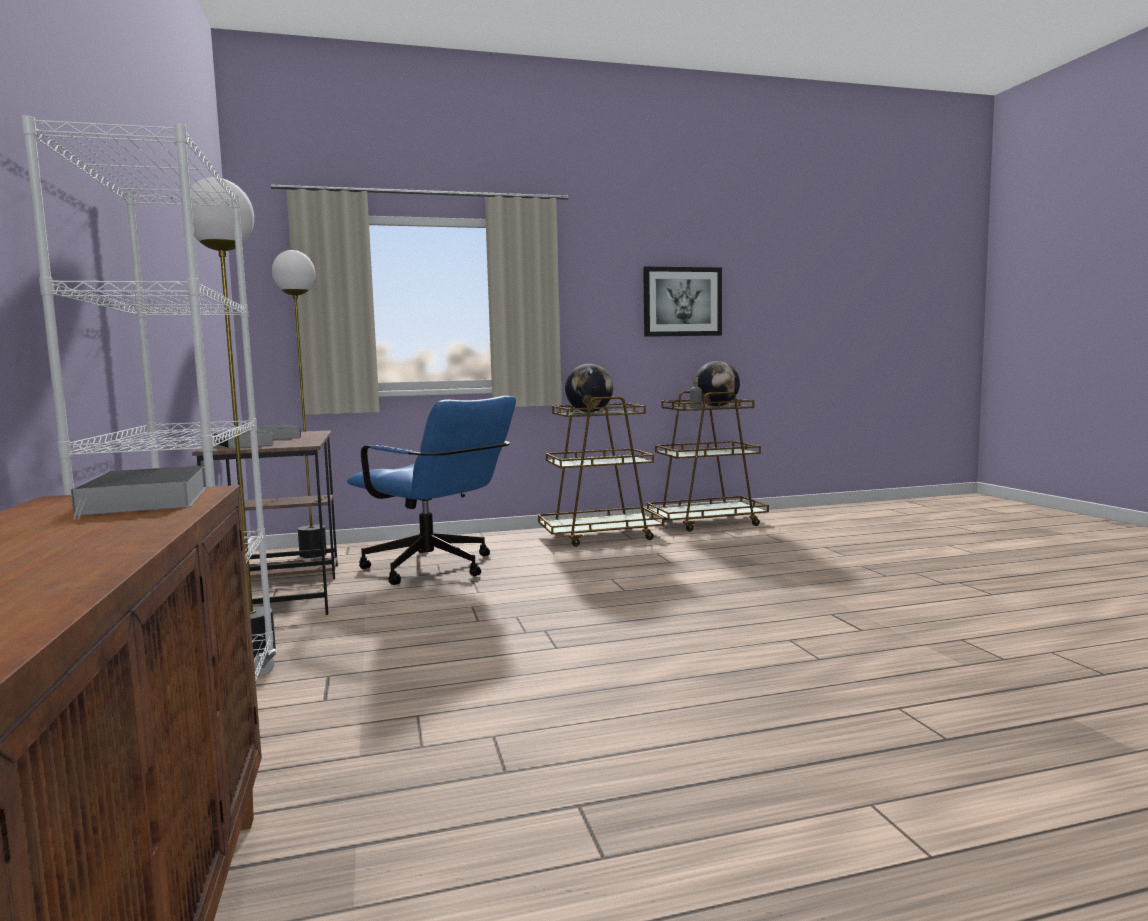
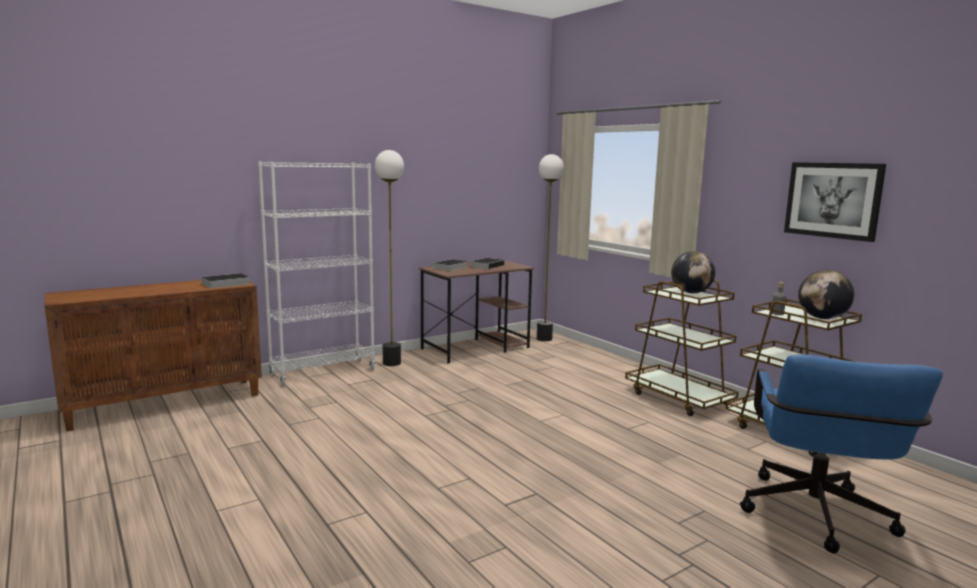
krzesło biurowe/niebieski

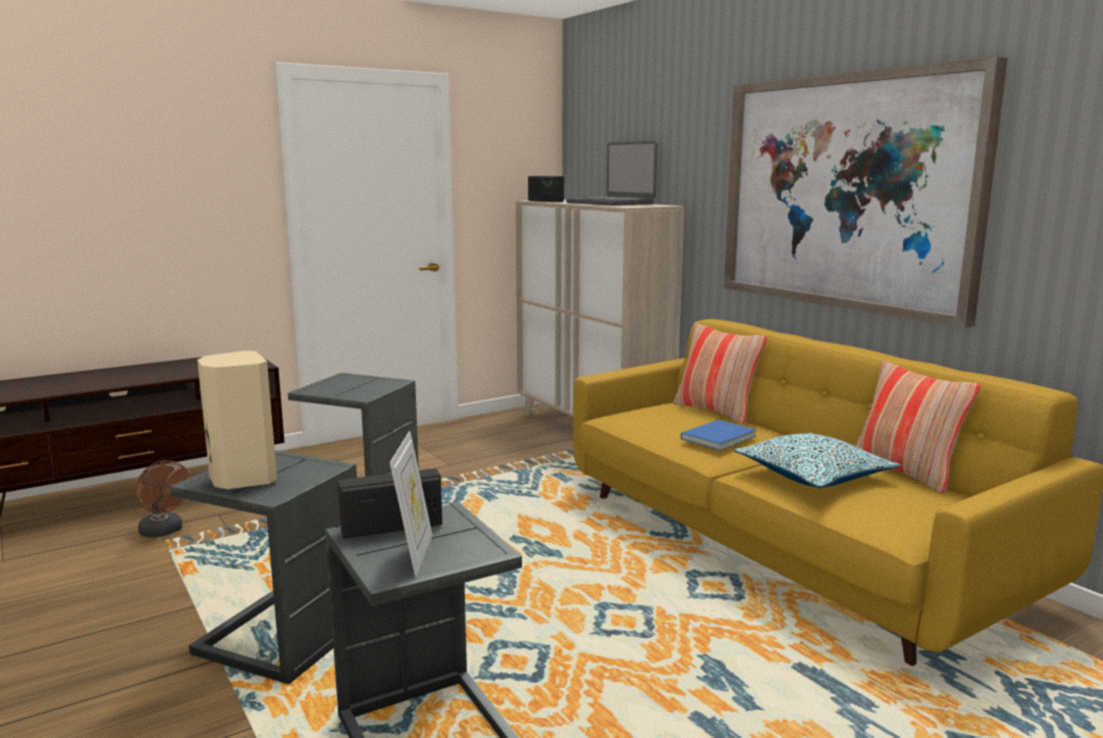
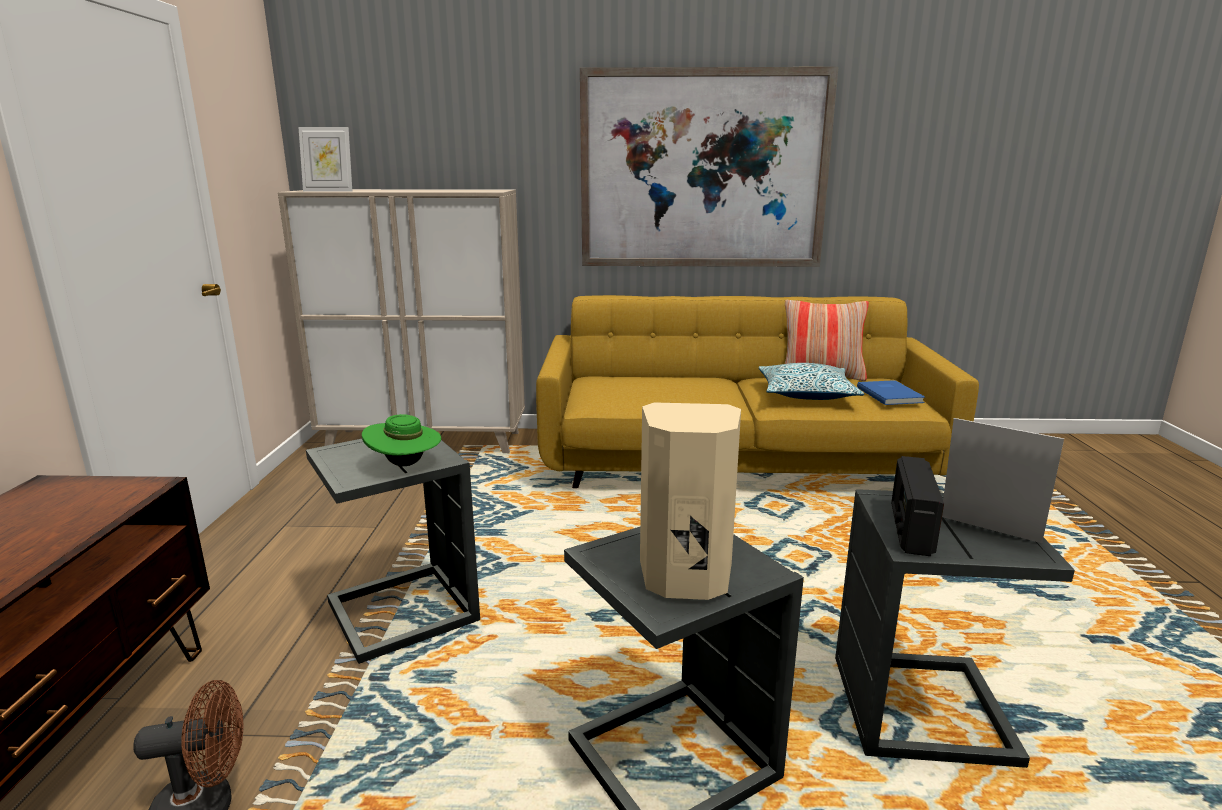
laptop
ramka na zdjęcie (1st from left)
poduszka (1st from left in the first image)
książka/niebieski
kapelusz/zielony

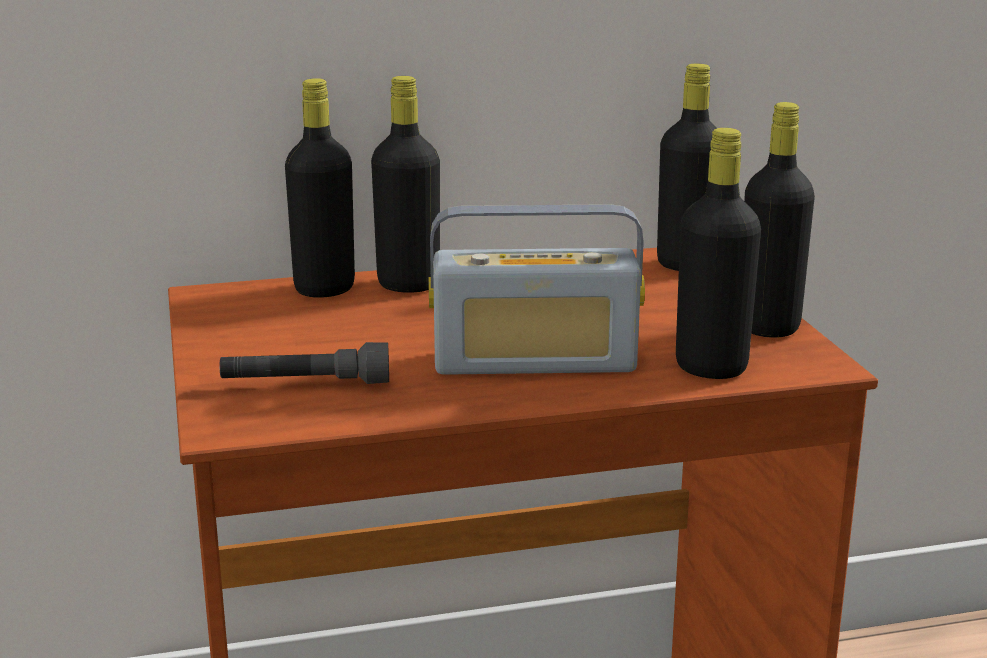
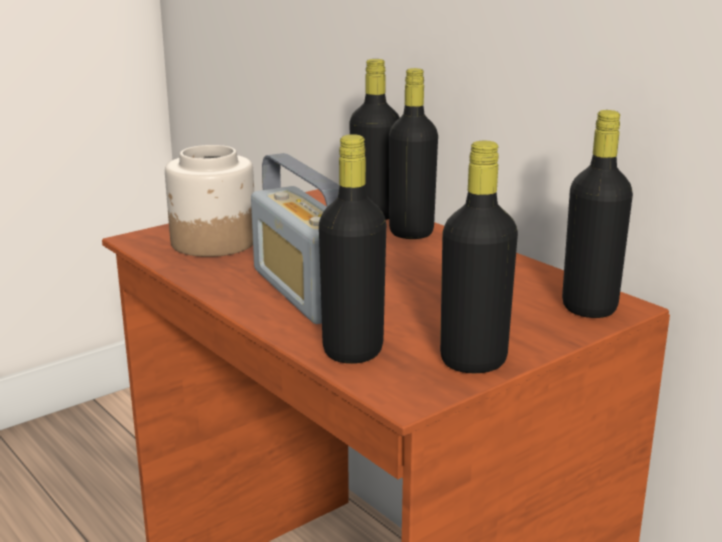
słoik

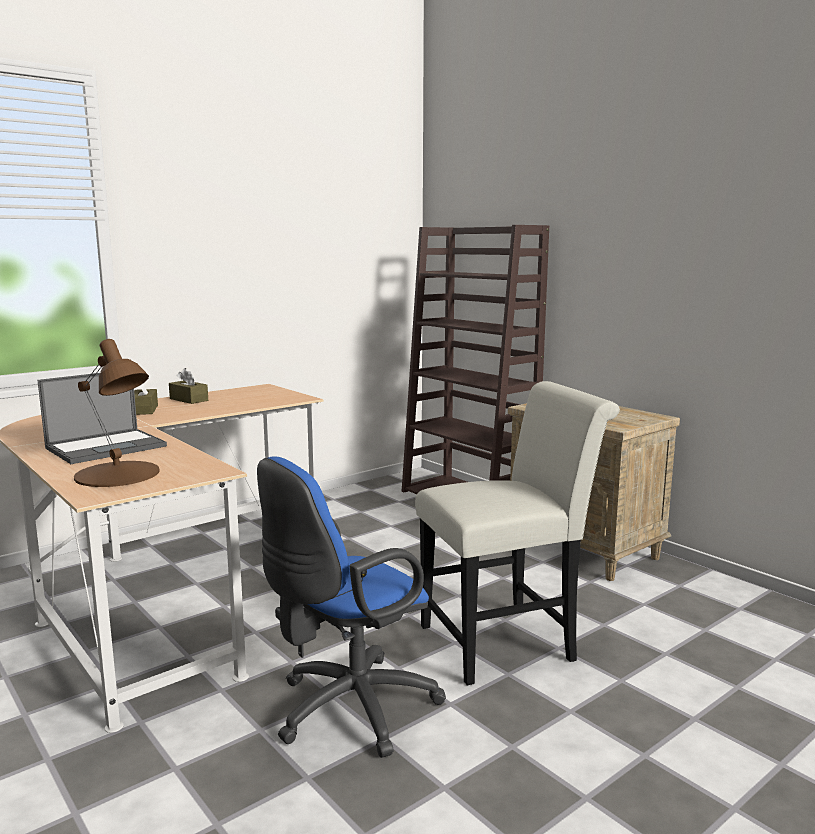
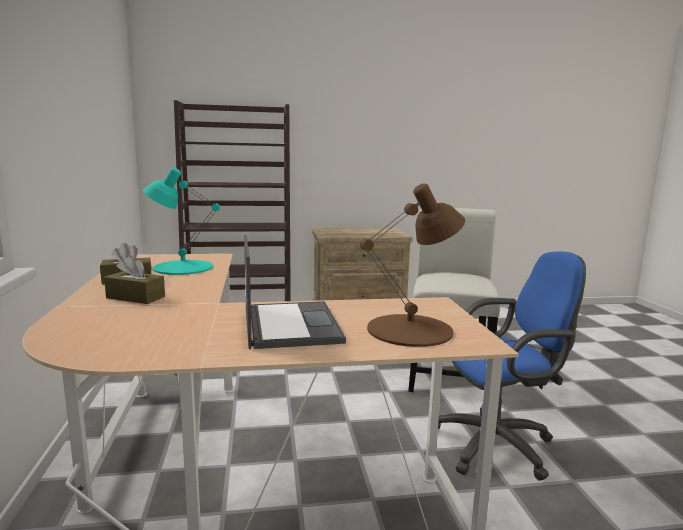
krzesło biurowe/niebieski
lampa stołowa/turkusowy

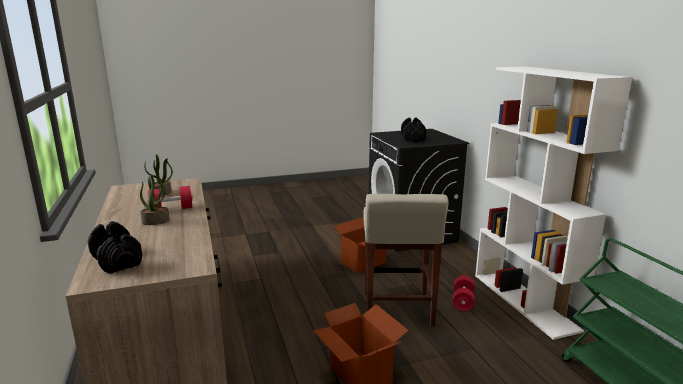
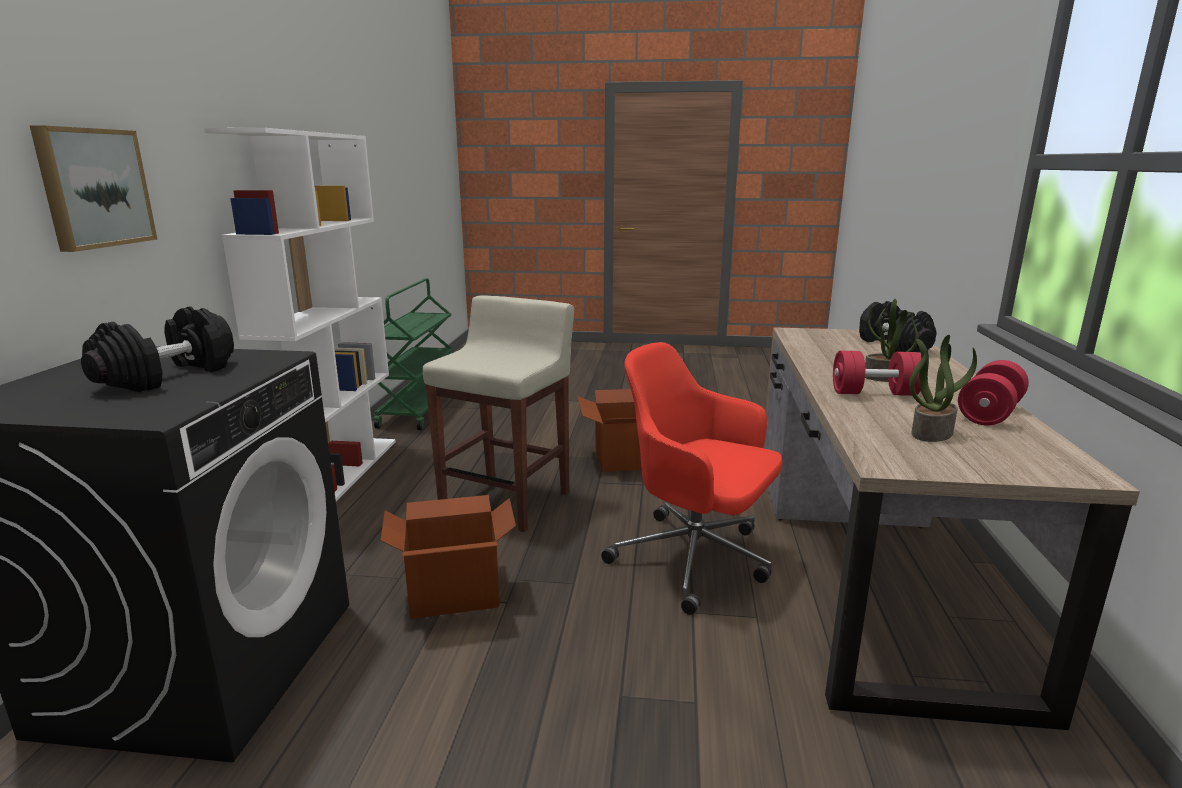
hantel/czerwony (2nd from left)
obraz
krzesło biurowe/czerwony

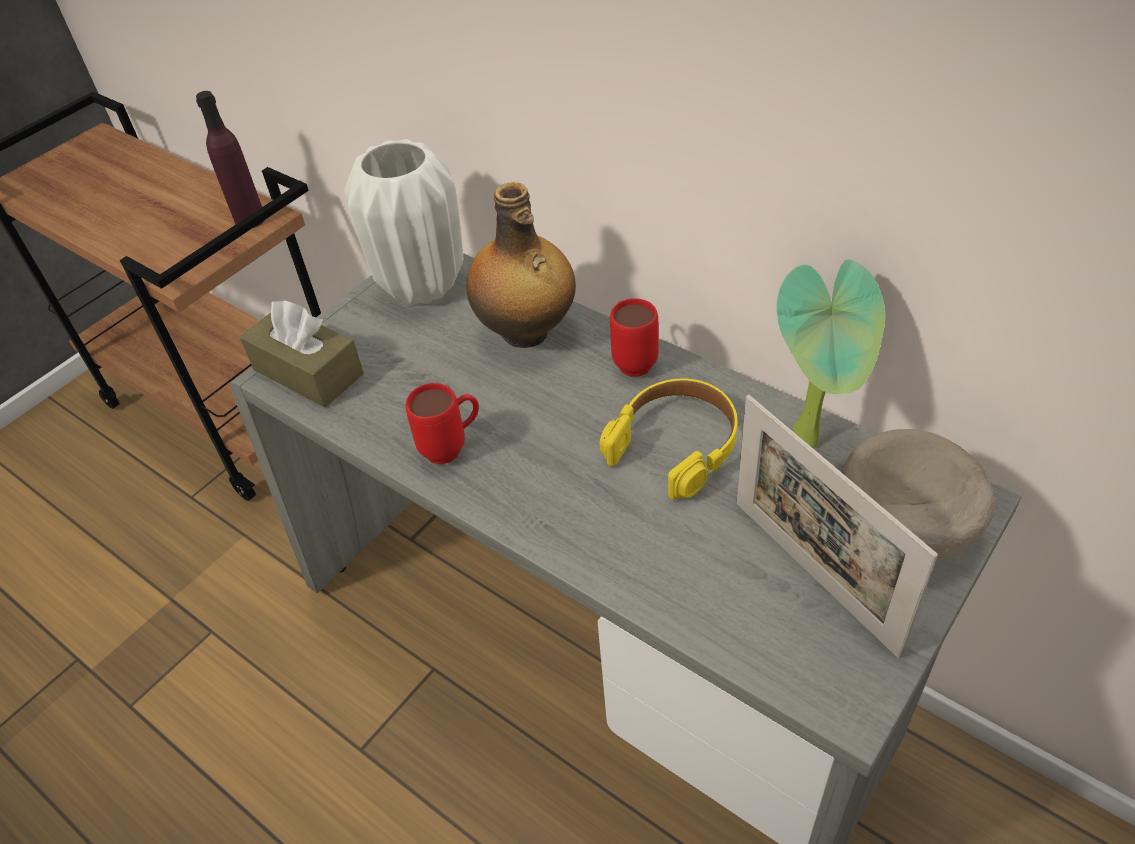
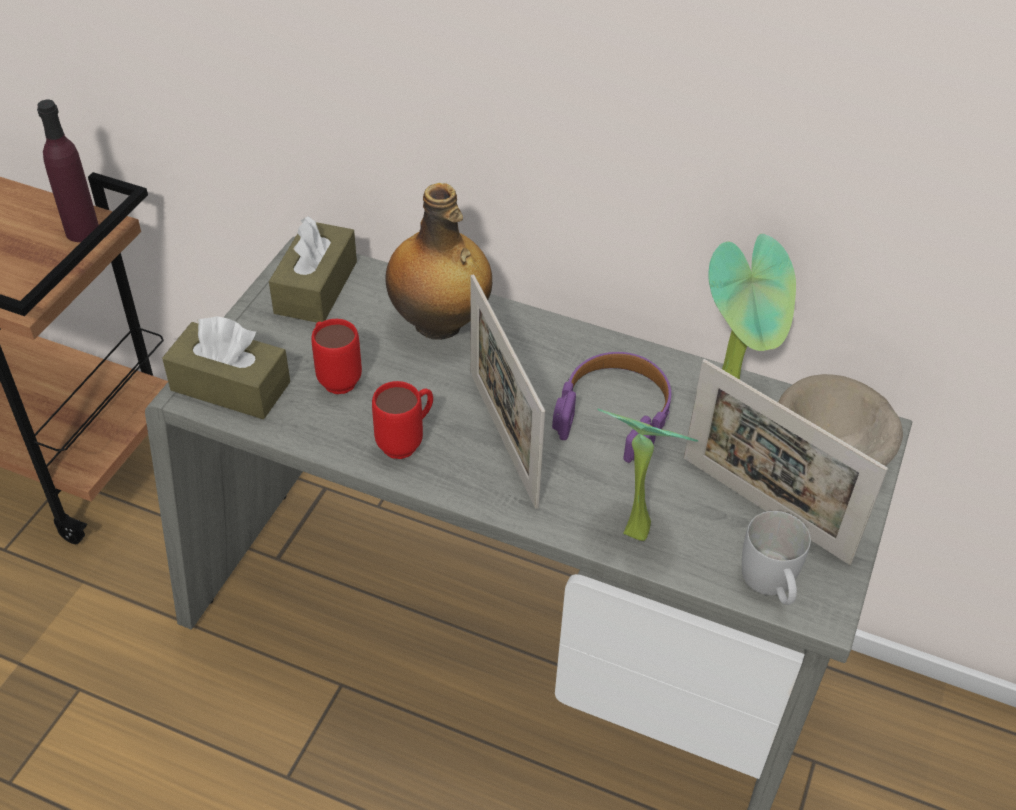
pudełko chusteczek/brązowy (2nd from left)
kubek/czerwony (1st from left)
słuchawki/fioletowy
ramka na zdjęcie (1st from left)
roślina doniczkowa (1st from left)
kubek/biały

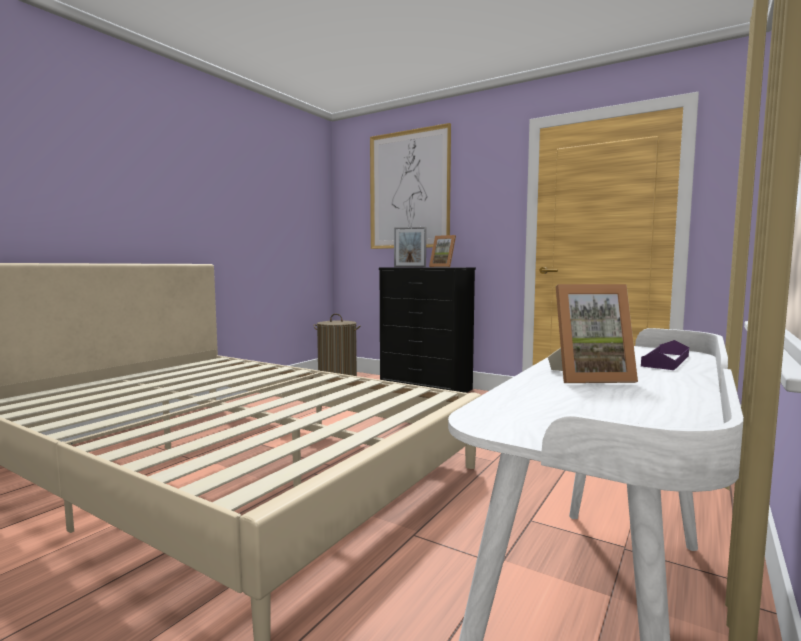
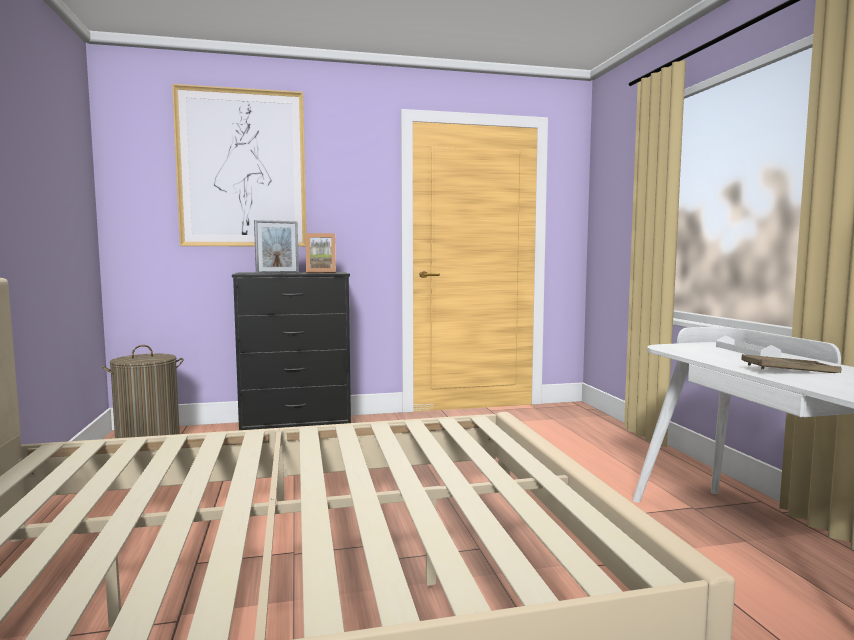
taca/brązowy
taca/biały

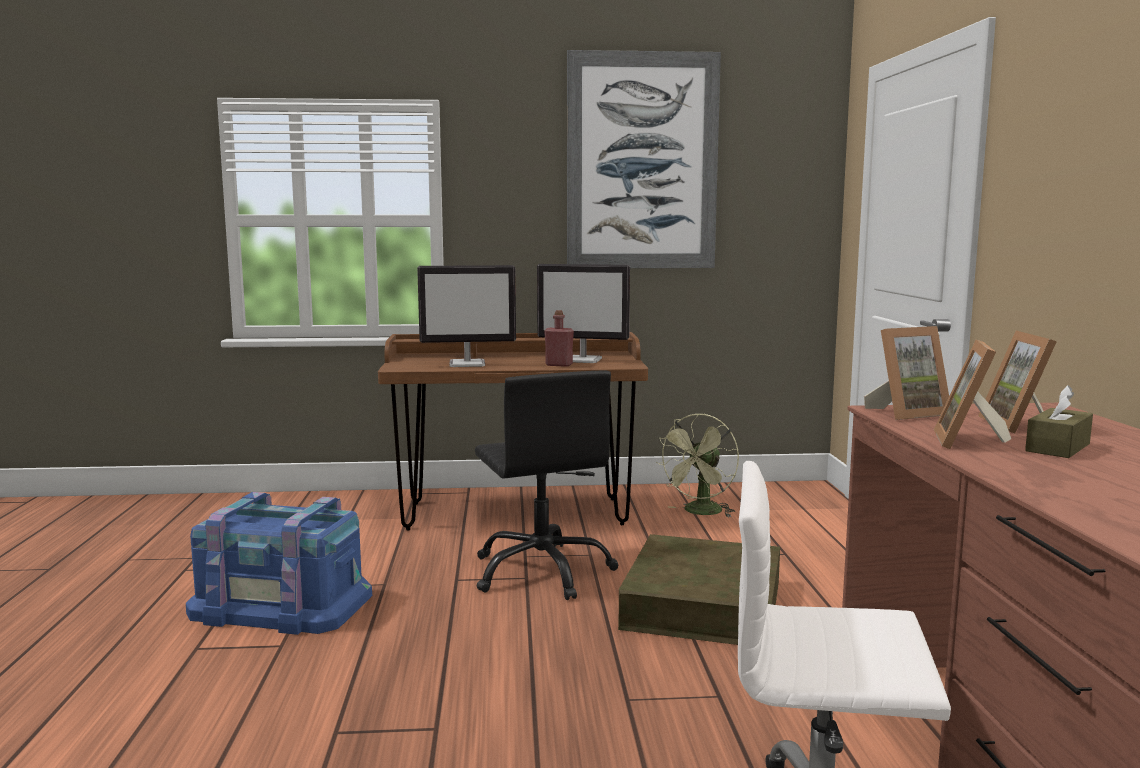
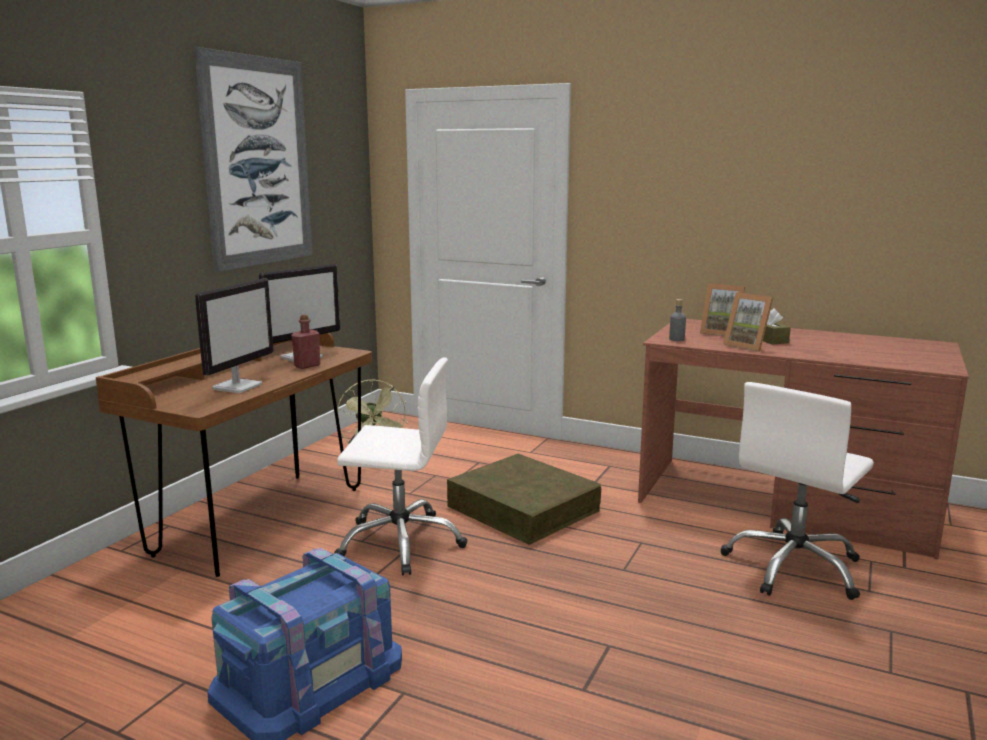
butelka/szary
krzesło biurowe/biały (1st from left)

